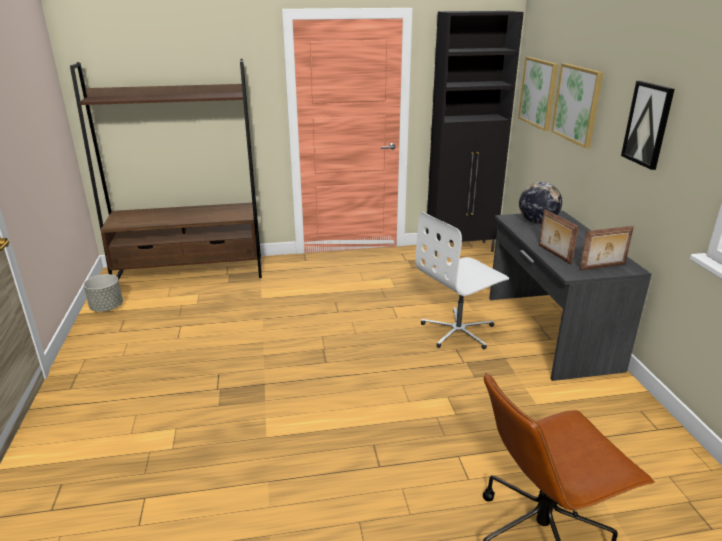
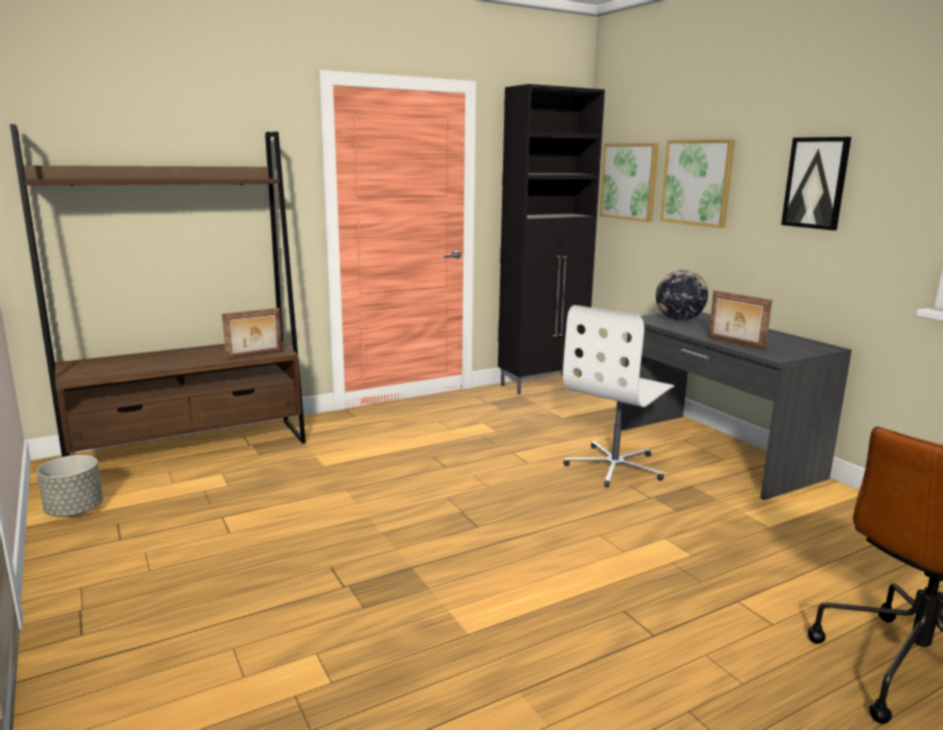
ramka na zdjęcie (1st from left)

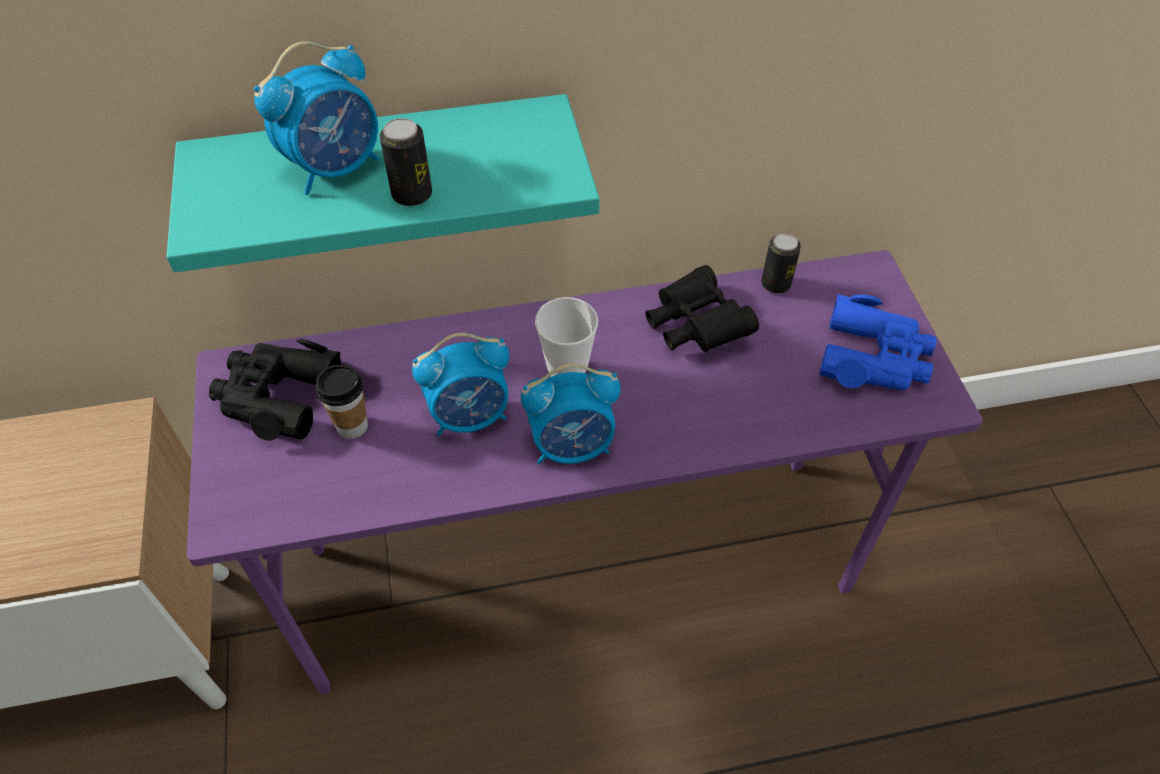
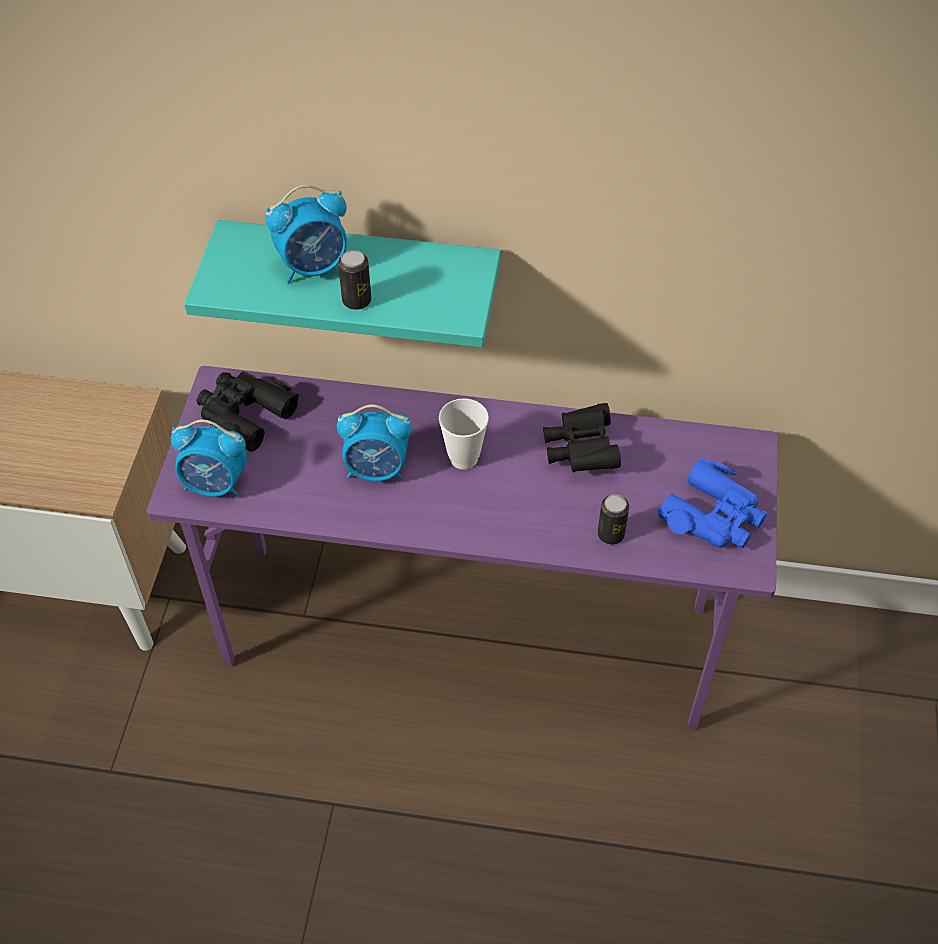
puszka (2nd from left)
budzik (1st from left)
filiżanka (1st from left in the first image)

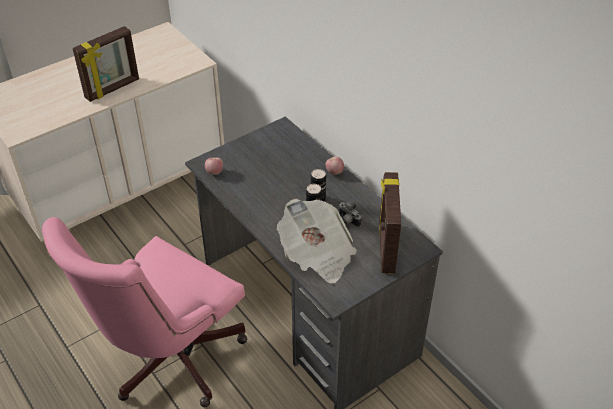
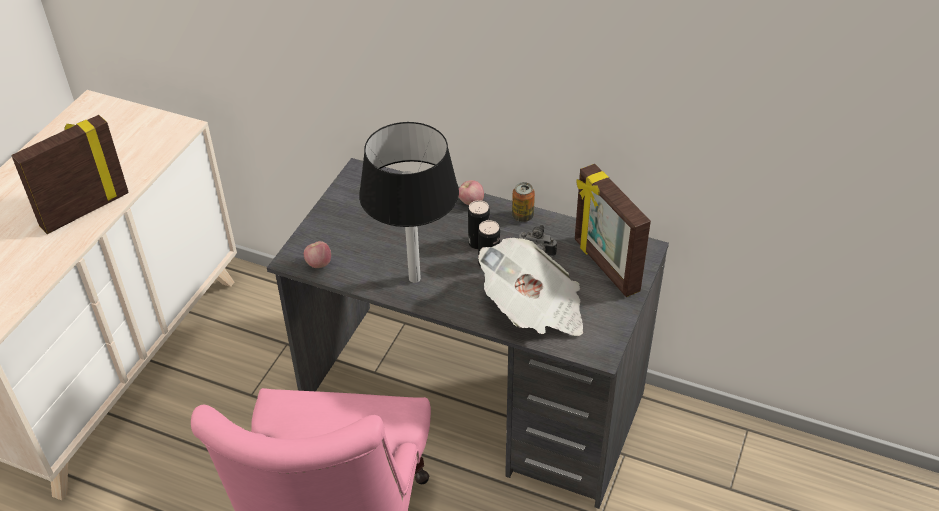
ramka na zdjęcie (1st from left)
lampa stołowa/czarny
puszka (3rd from left)

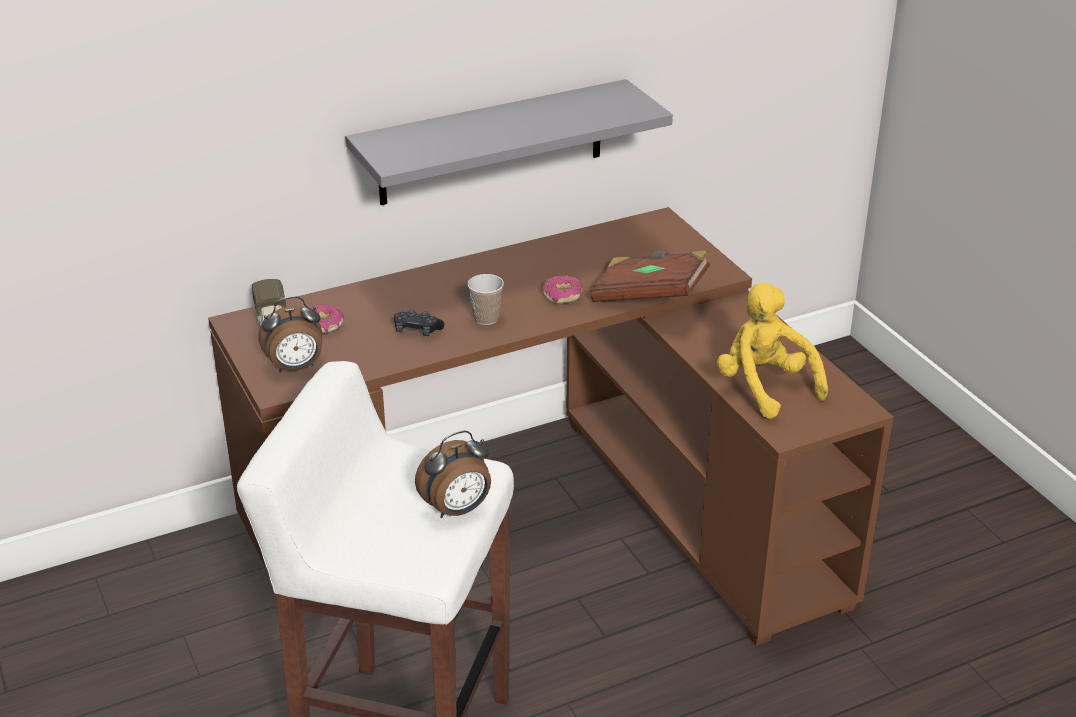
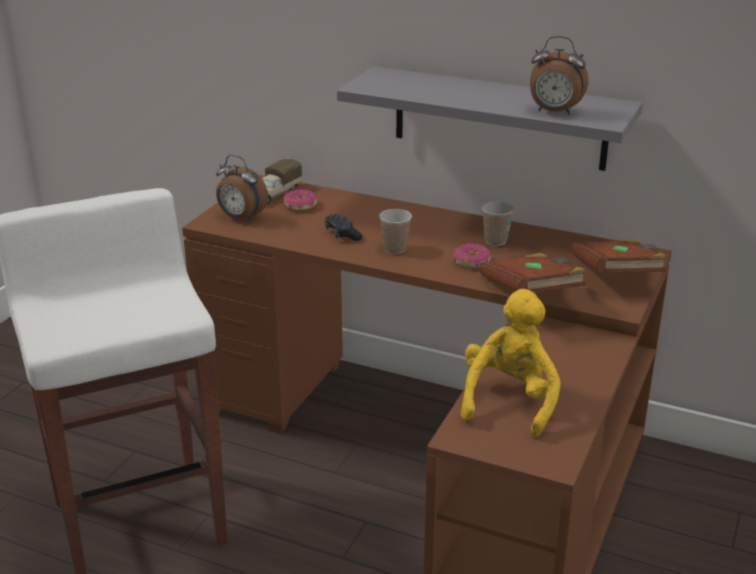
budzik (2nd from left)
filiżanka (2nd from left)
książka/brązowy (2nd from left)

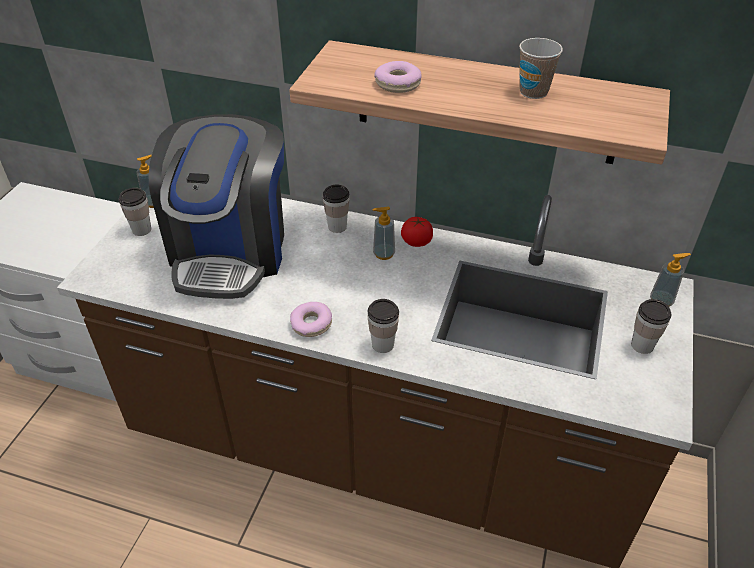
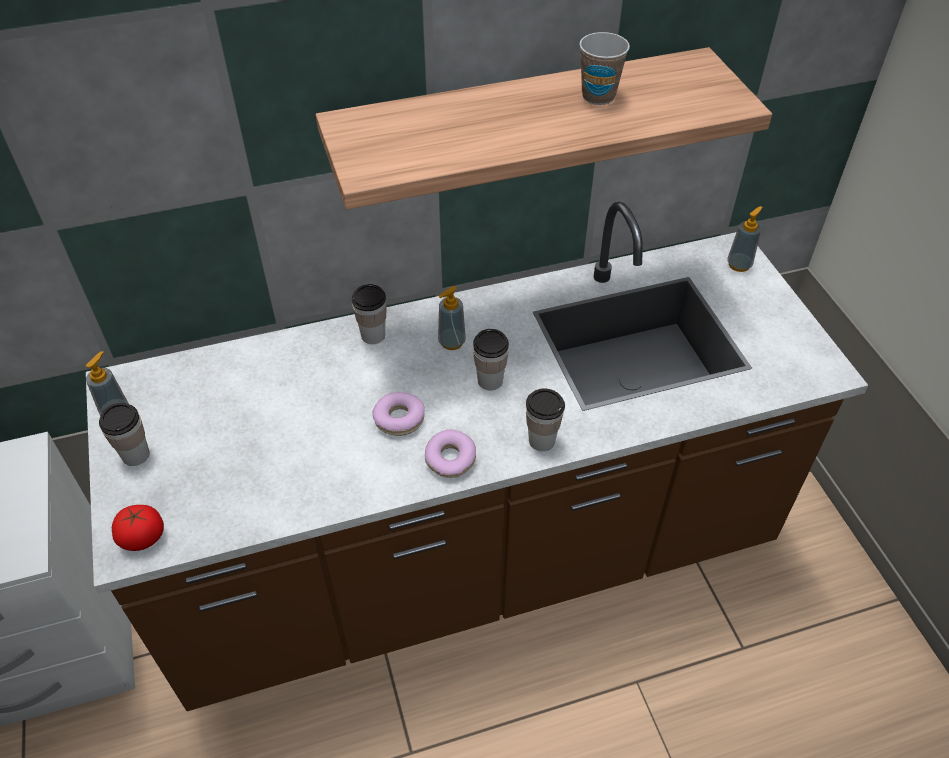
donut (1st from left)
ekspres do kawy
pomidor
filiżanka (3rd from left)

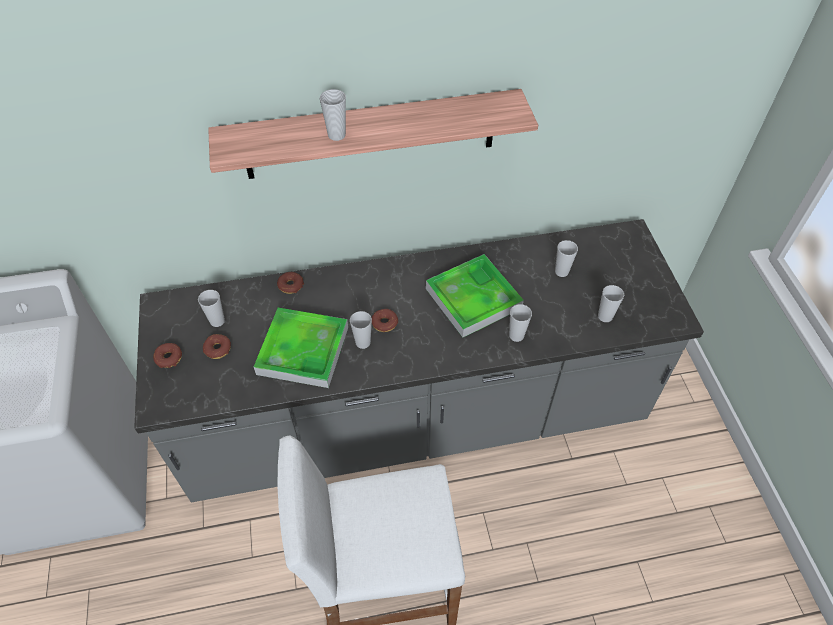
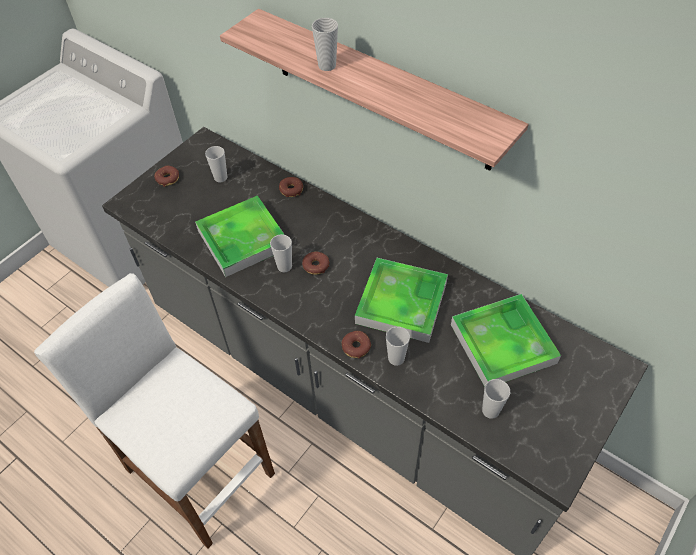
taca (3rd from left)
donut (4th from left)

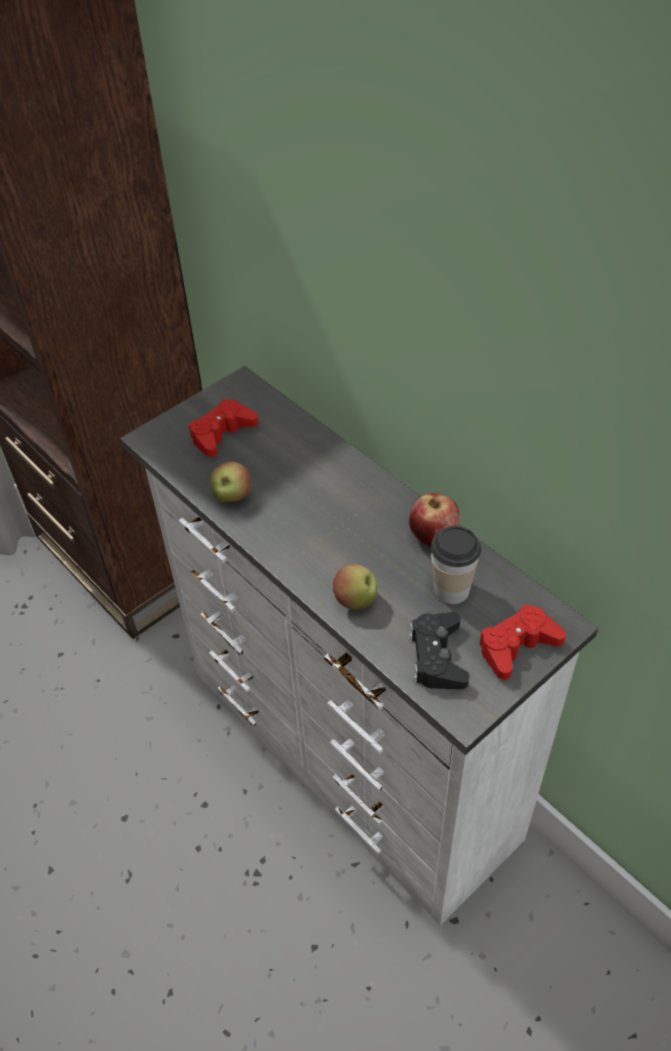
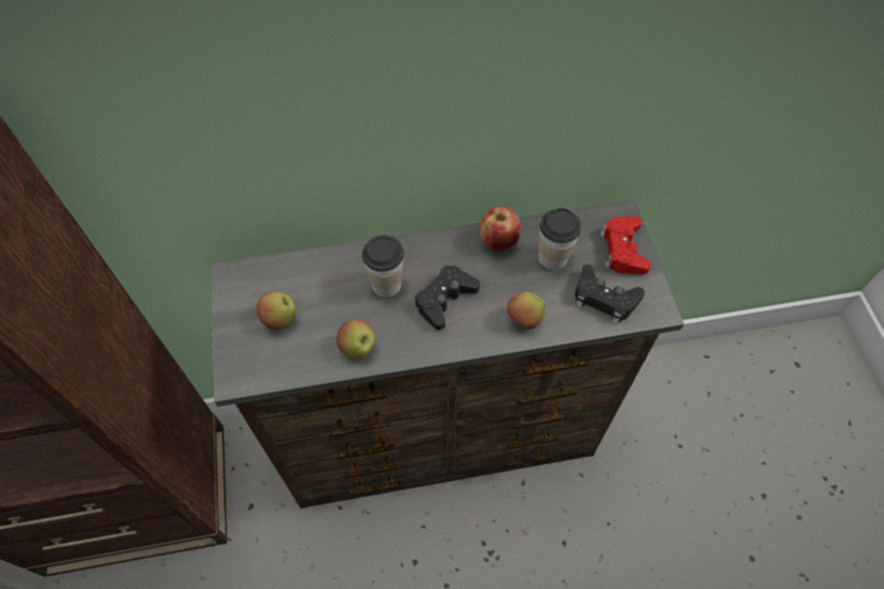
komoda/brązowy
jabłko (1st from left)
filiżanka (1st from left)
pad do gier/czarny (1st from left)

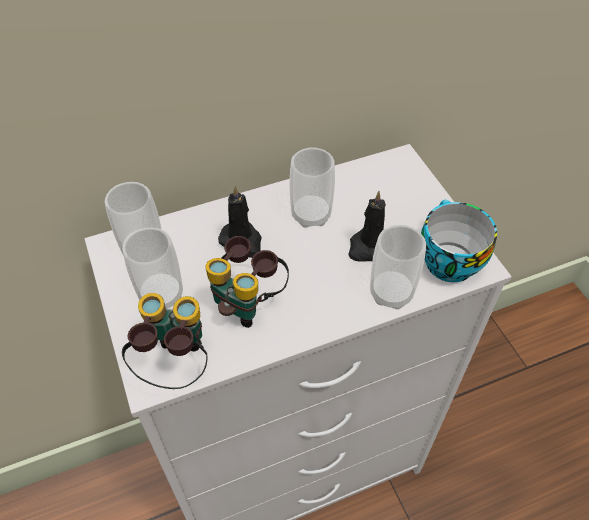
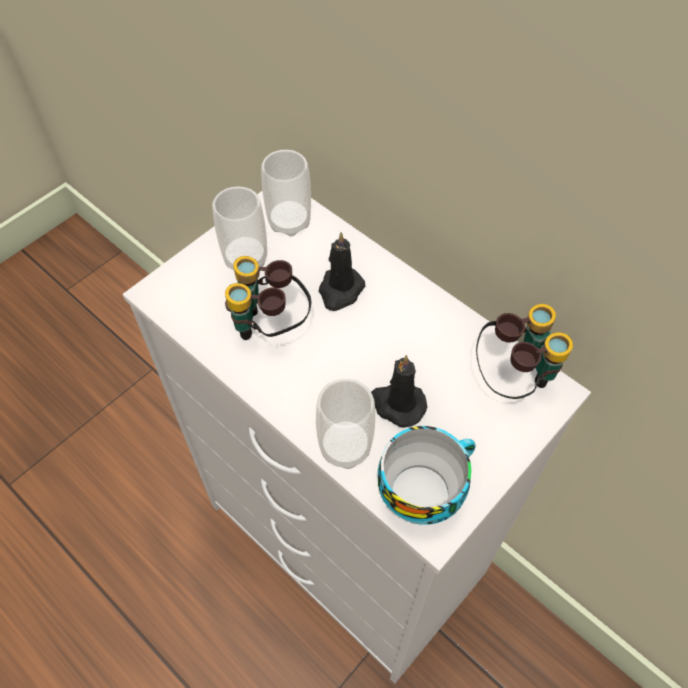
filiżanka (3rd from left in the first image)
lornetka (2nd from left)

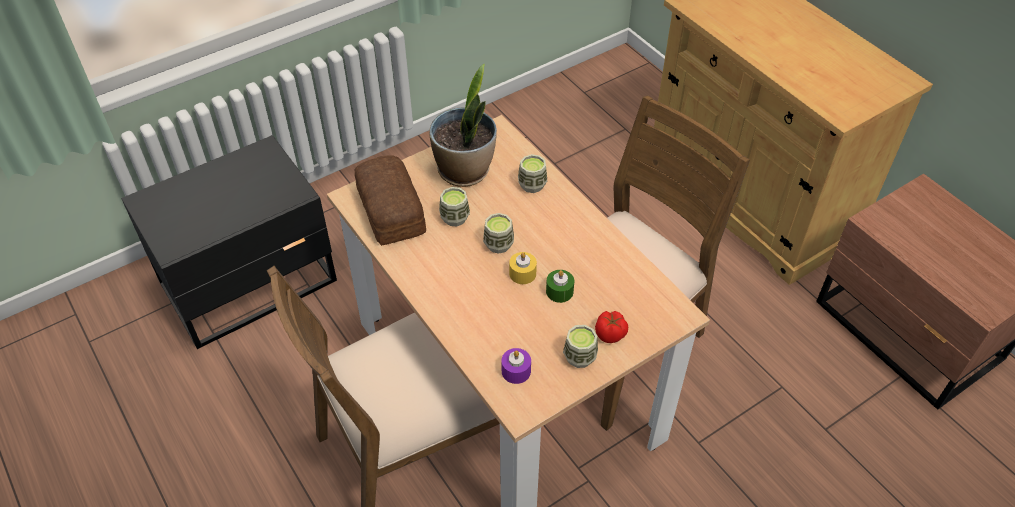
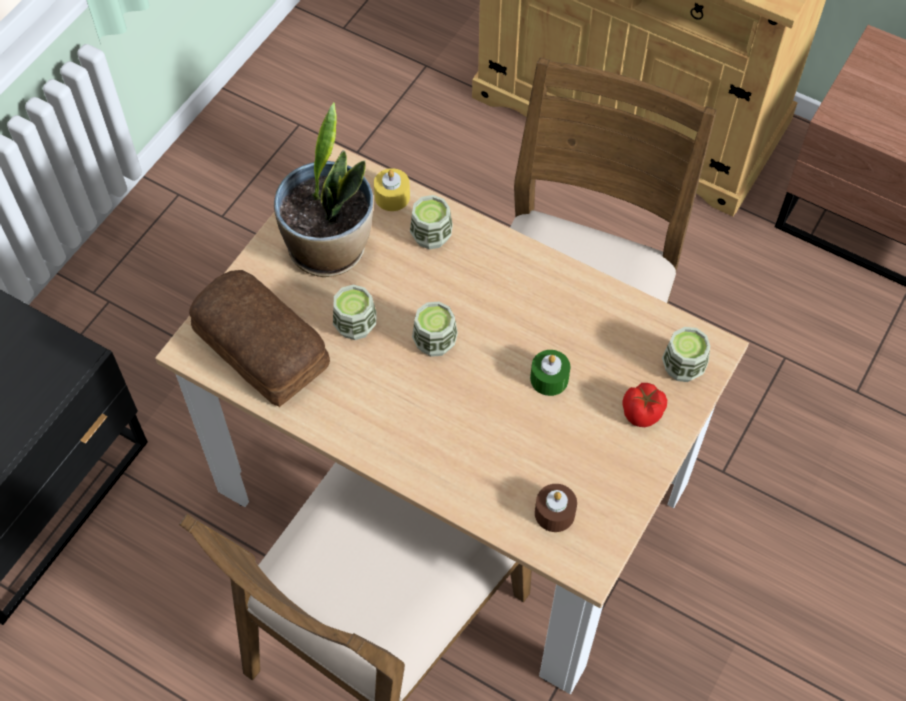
świeca/żółty
filiżanka (4th from left)
świeca/brązowy

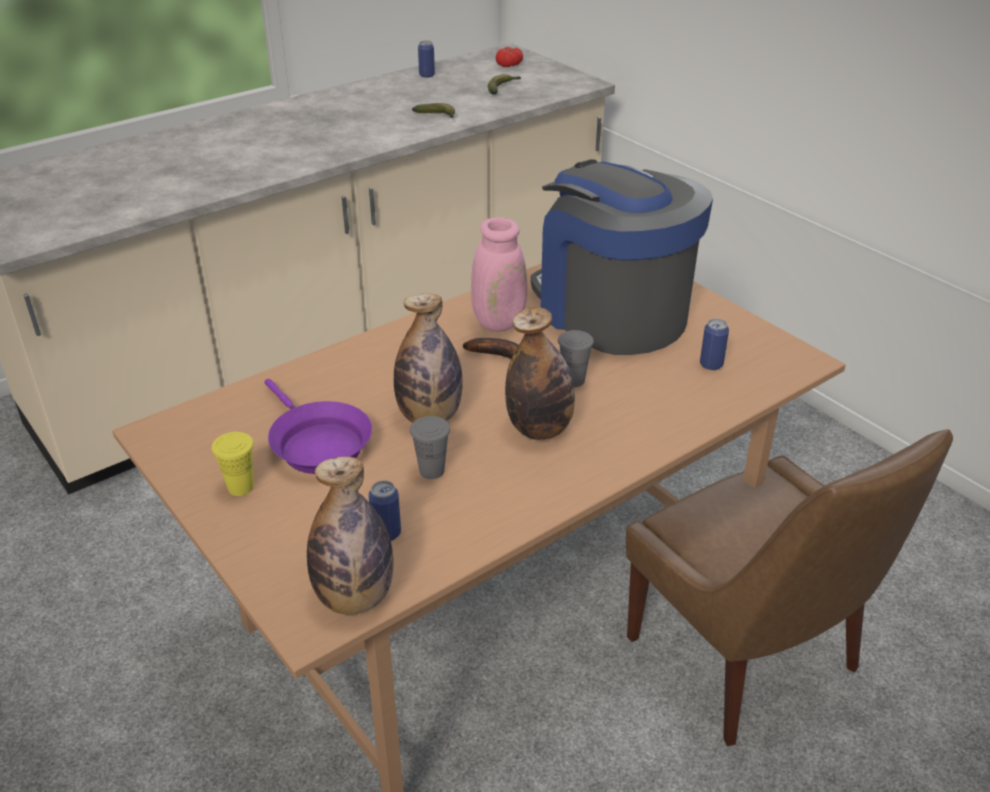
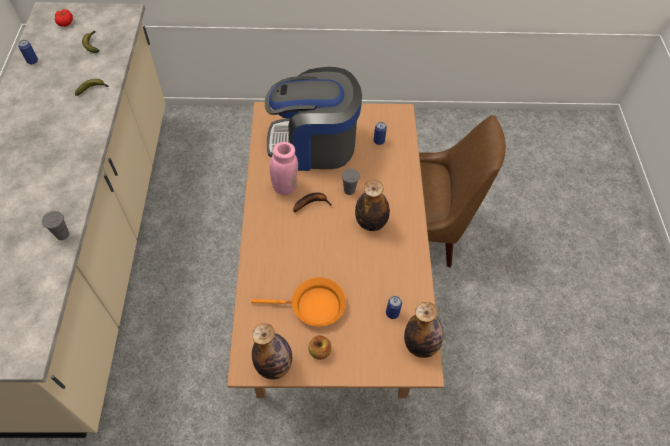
butelka (1st from left)
patelnia/pomarańczowy
filiżanka/szary (1st from left)
jabłko

